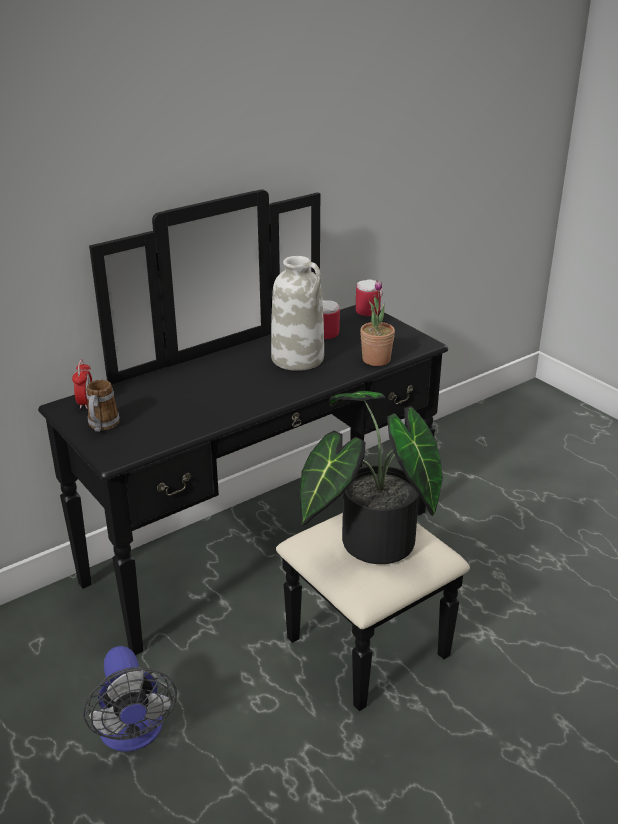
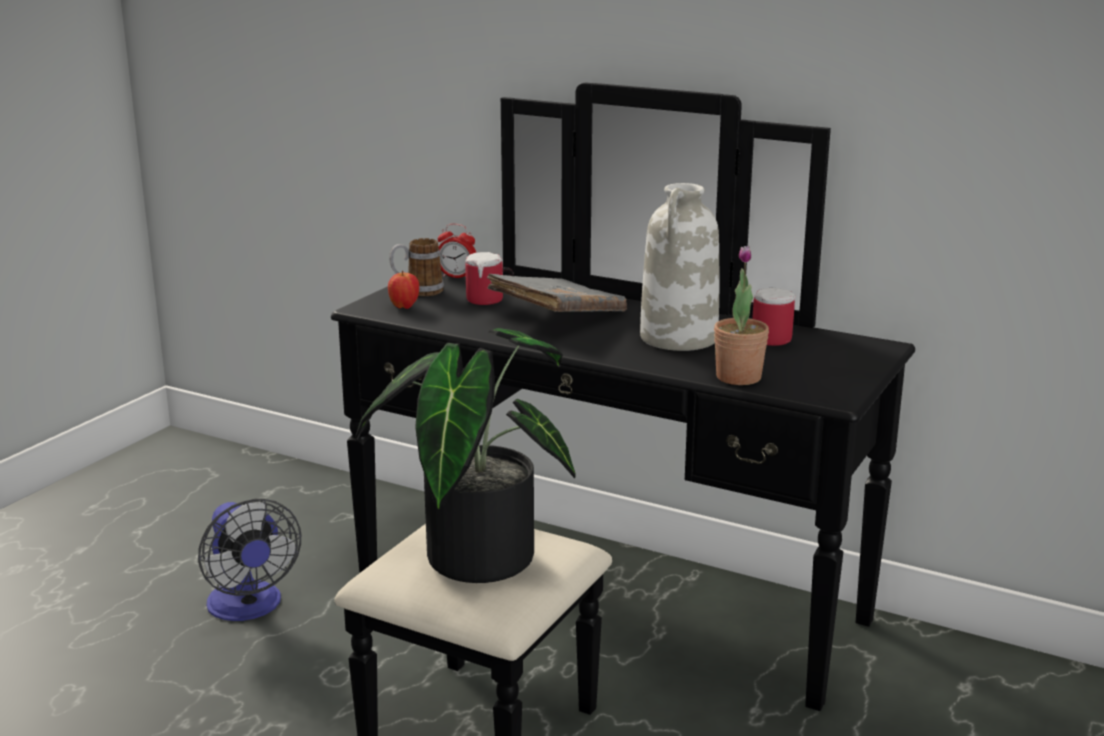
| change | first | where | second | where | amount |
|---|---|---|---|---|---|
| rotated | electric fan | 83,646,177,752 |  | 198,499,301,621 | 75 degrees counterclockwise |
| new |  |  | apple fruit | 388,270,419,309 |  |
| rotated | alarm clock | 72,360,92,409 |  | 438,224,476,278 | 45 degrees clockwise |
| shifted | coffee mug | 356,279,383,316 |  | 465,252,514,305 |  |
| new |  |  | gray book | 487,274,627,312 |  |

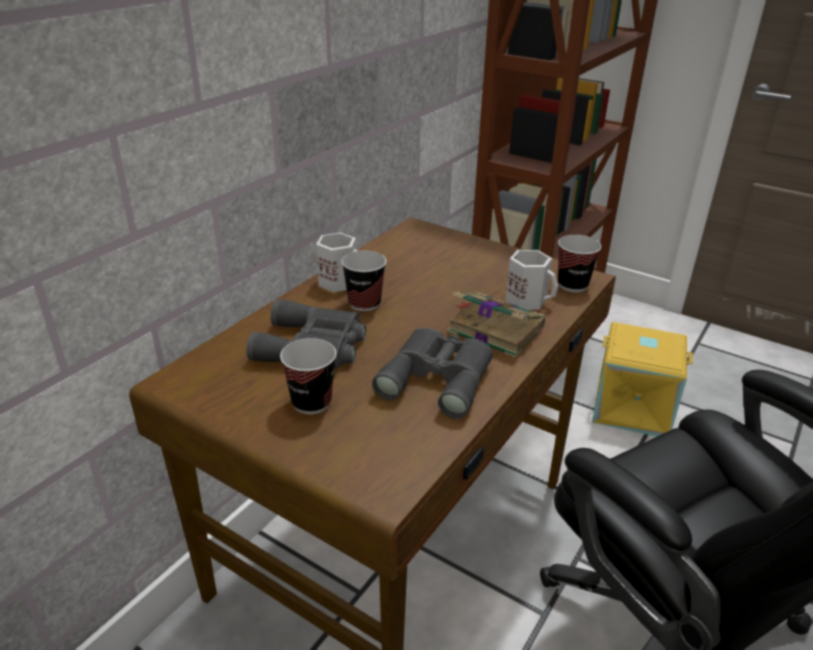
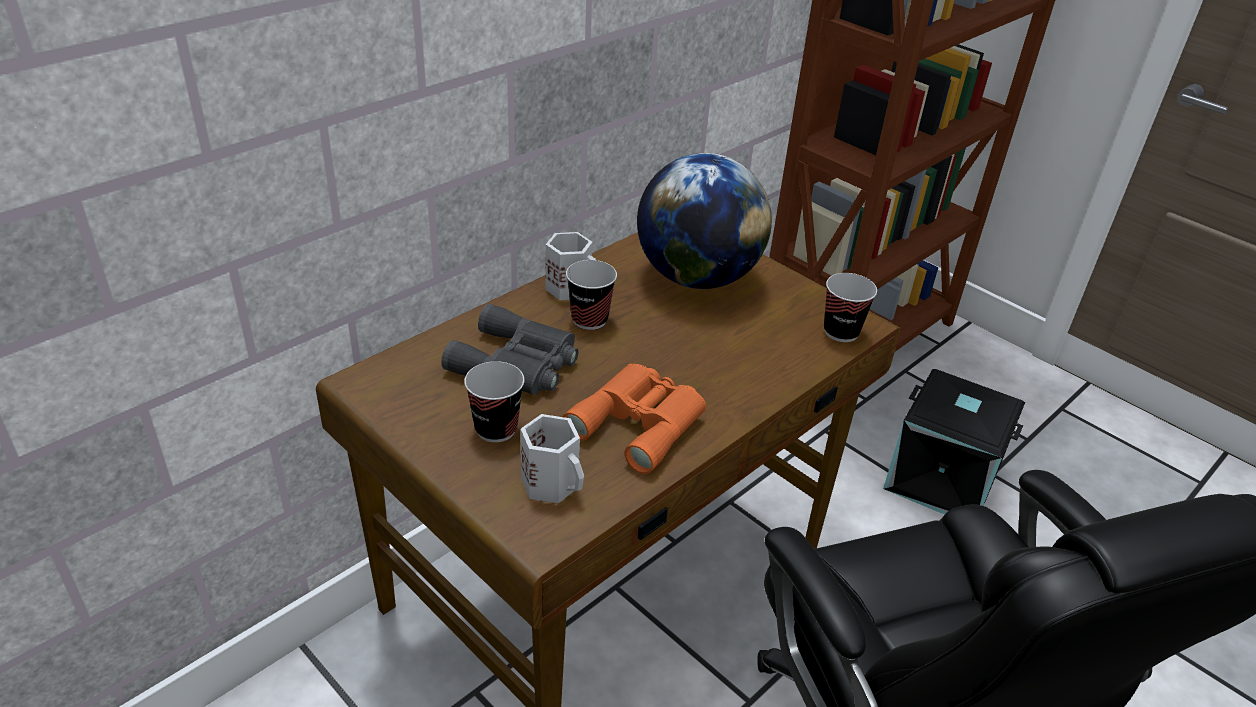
| change | first | where | second | where | amount |
|---|---|---|---|---|---|
| shifted | white-coloured coffee mug | 505,250,558,310 |  | 521,414,584,503 |  |
| repainted | gray binoculars | 372,328,493,419 | orange binoculars | 563,364,706,474 |  |
| new |  |  | world globe | 637,153,772,289 |  |
| repainted | yellow-coloured storage container | 592,322,693,436 | blackish storage container | 883,369,1025,515 |  |
| gone | book | 447,292,545,358 |  |  |  |

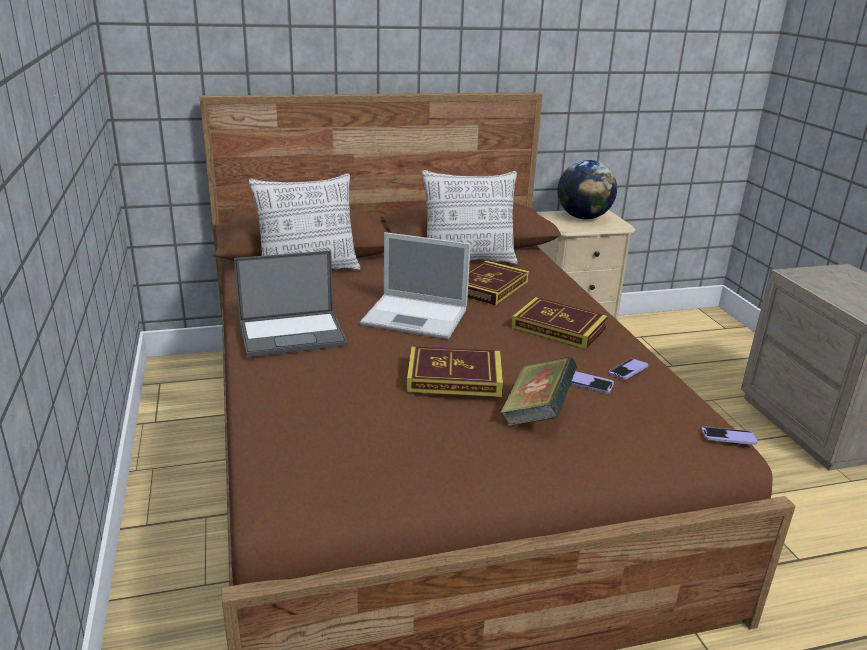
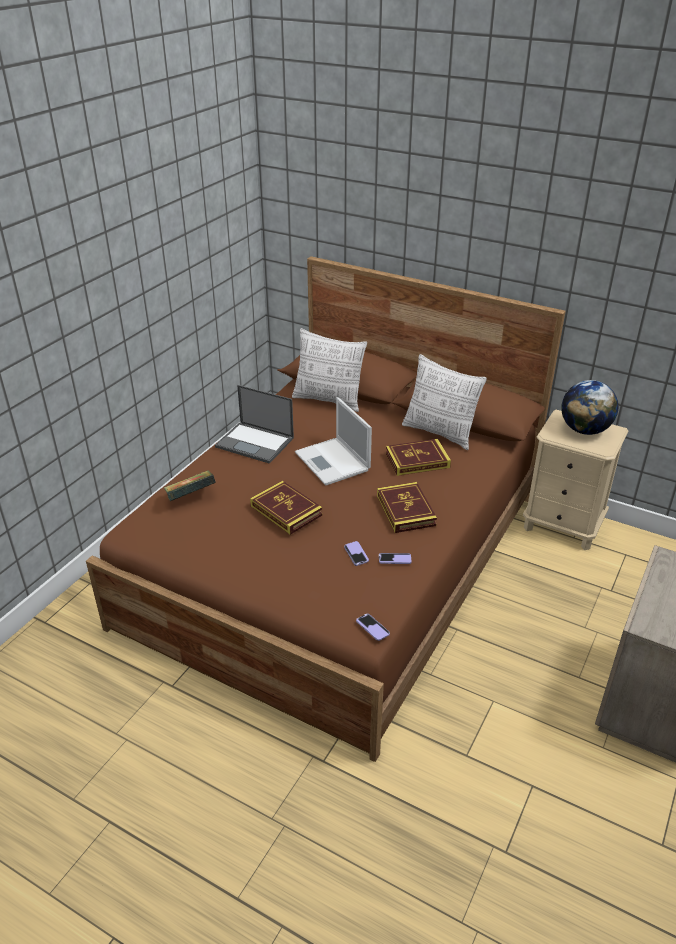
| change | first | where | second | where | amount |
|---|---|---|---|---|---|
| shifted | book | 500,357,577,427 |  | 164,471,216,501 |  |

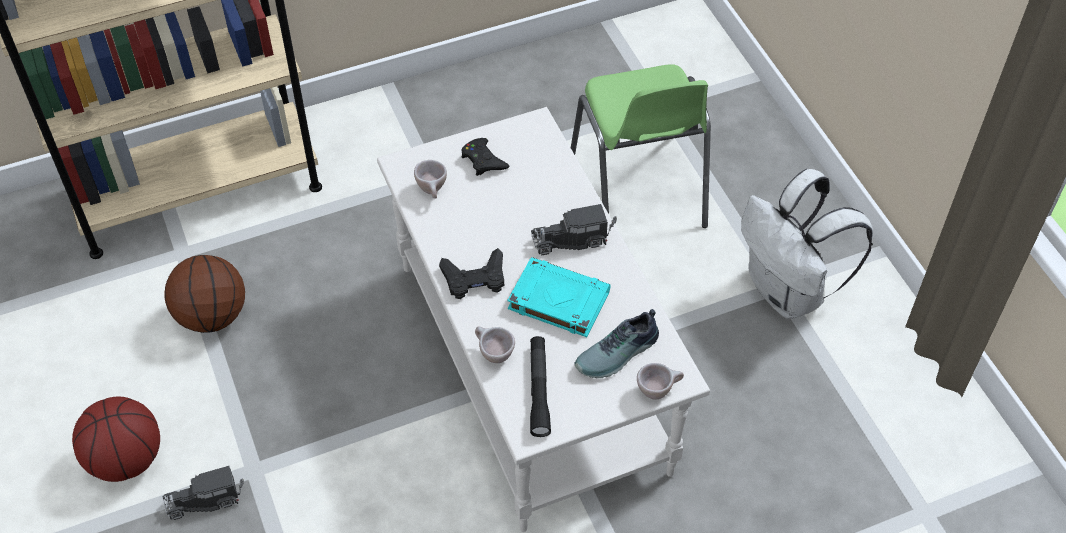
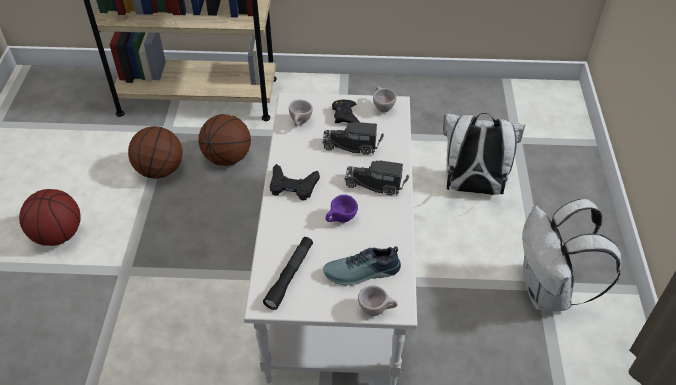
| change | first | where | second | where | amount |
|---|---|---|---|---|---|
| new |  |  | basketball | 198,114,251,166 |  |
| shifted | toy lorry | 162,466,244,520 |  | 322,122,384,155 |  |
| swapped | turquoise book | 507,257,611,337 | purple cup | 326,195,358,223 |  |
| shifted | beige-coloured cup | 475,326,515,363 |  | 373,86,397,112 |  |
| swapped | greenish upright chair | 571,64,711,228 | white-coloured knapsack | 443,113,525,195 |  |

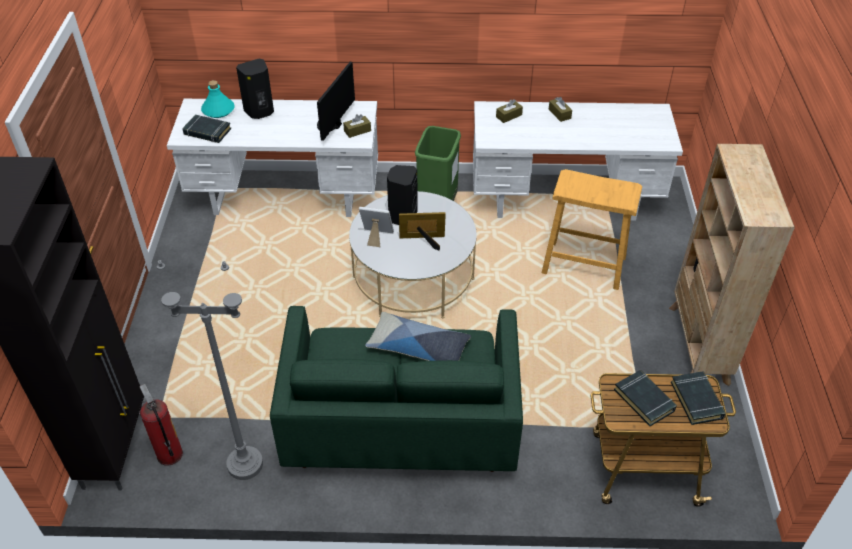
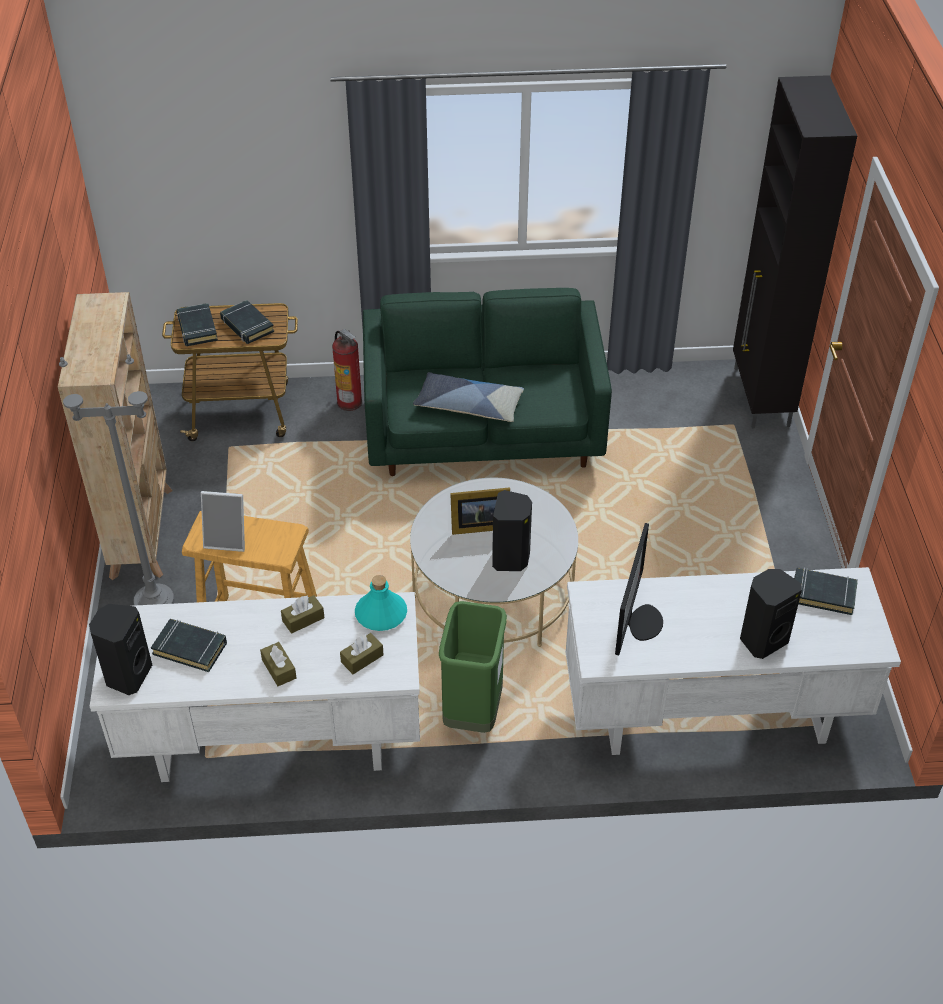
| change | first | where | second | where | amount |
|---|---|---|---|---|---|
| shifted | gray standard lamp | 157,260,263,480 |  | 59,354,175,605 |  |
| new |  |  | blackish loudspeaker | 89,604,152,695 |  |
| new |  |  | blackish book | 151,619,227,672 |  |
| shifted | standing frame | 359,207,394,247 |  | 201,491,245,552 |  |
| shifted | brownish box of tissues | 343,114,371,138 |  | 281,595,324,634 |  |
| shifted | extinguisher | 140,384,183,466 |  | 332,329,362,411 |  |
| shifted | turquoise bottle | 201,80,235,118 |  | 355,575,407,631 |  |

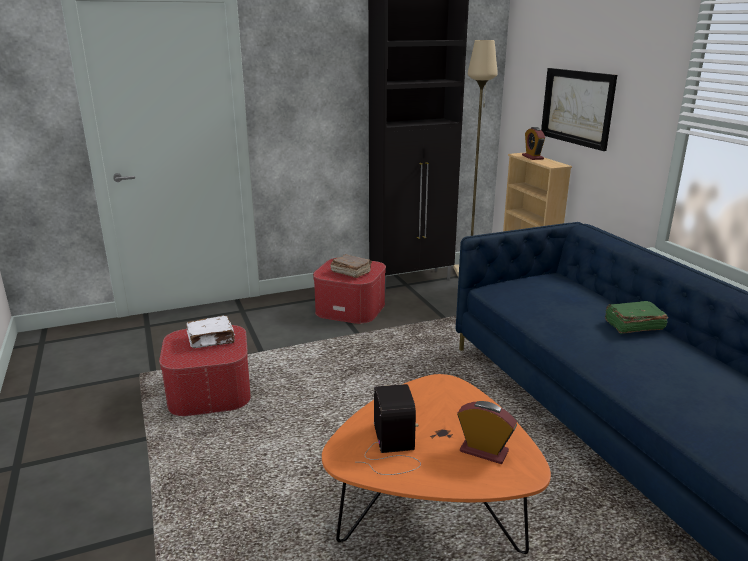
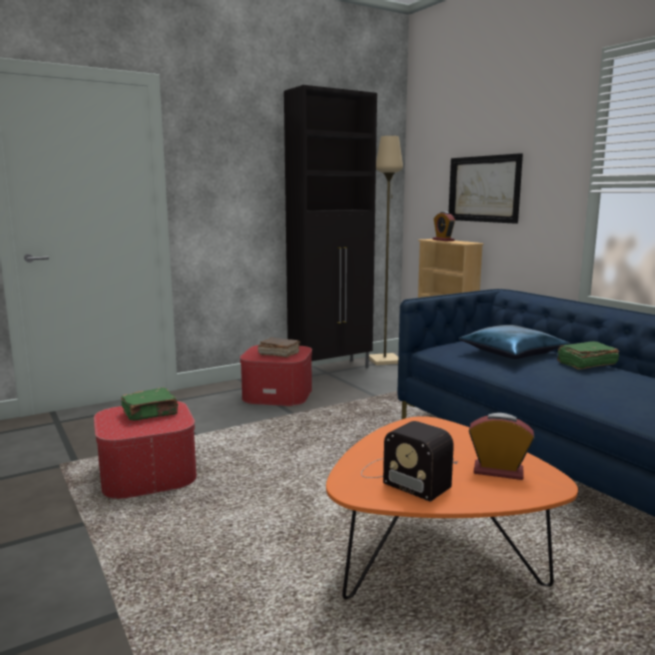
| change | first | where | second | where | amount |
|---|---|---|---|---|---|
| repainted | white-coloured book | 186,316,235,348 | greenish book | 121,388,178,421 |  |
| rotated | radio | 360,384,421,475 |  | 361,421,454,502 | 150 degrees clockwise |
| new |  |  | blue-coloured cushion | 458,325,570,359 |  |

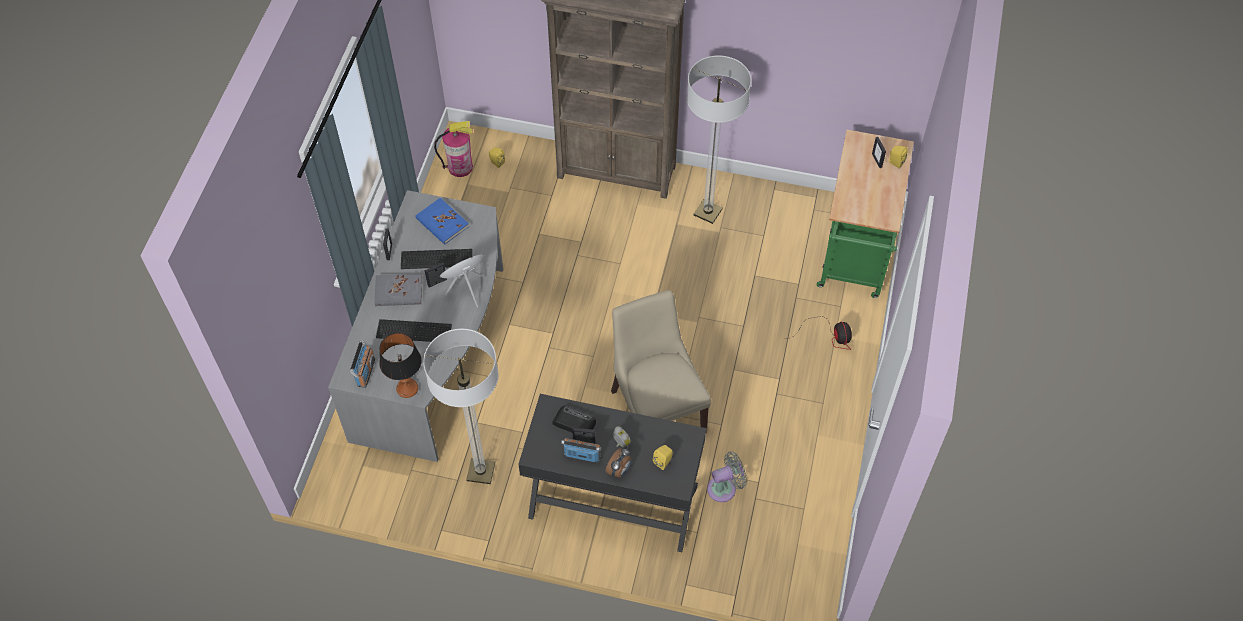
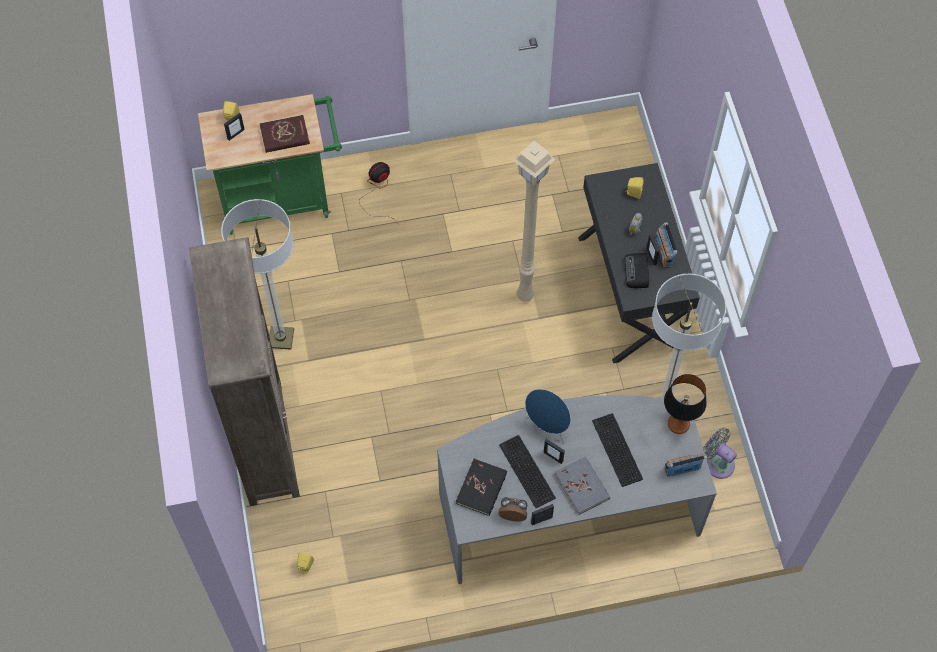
| change | first | where | second | where | amount |
|---|---|---|---|---|---|
| new |  |  | red book | 259,115,310,153 |  |
| repainted | blue-coloured book | 416,198,469,245 | blackish book | 456,459,507,516 |  |
| shifted | alarm clock | 606,448,632,478 |  | 499,497,527,521 |  |
| swapped | beige-coloured upright chair | 611,290,711,431 | beige-coloured standard lamp | 513,141,556,302 |  |
| shifted | gray electric fan | 707,452,747,502 |  | 703,428,737,479 |  |
| gone | extinguisher | 434,121,473,177 |  |  |  |

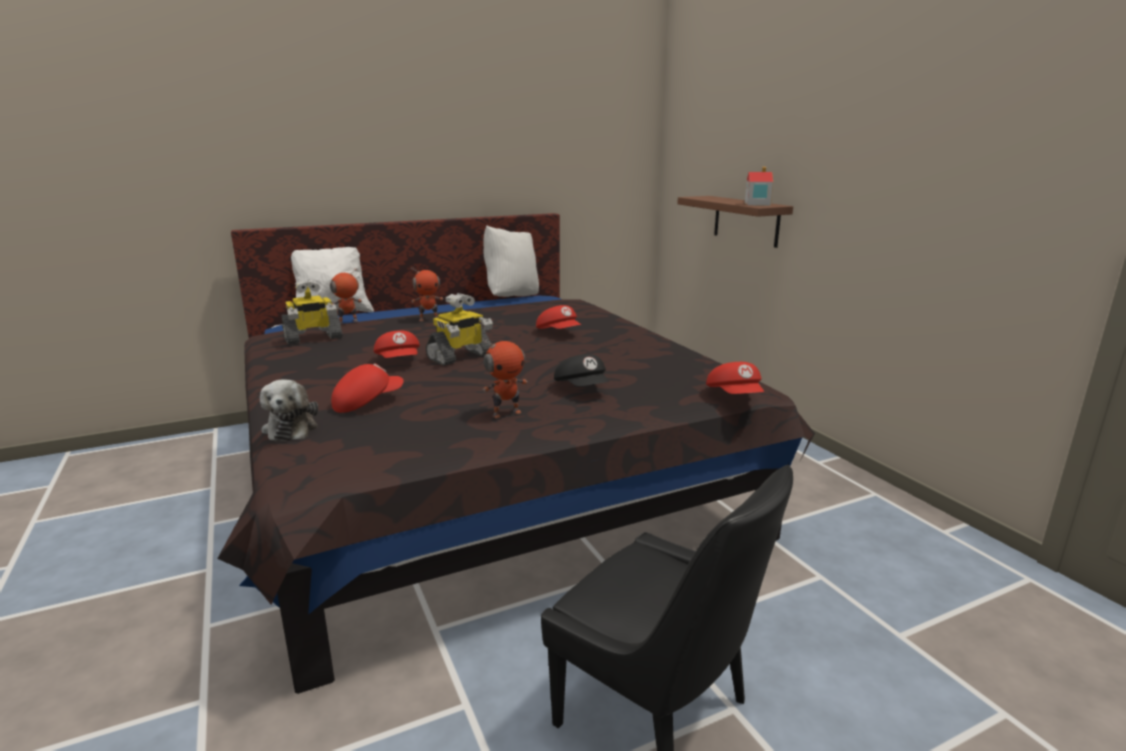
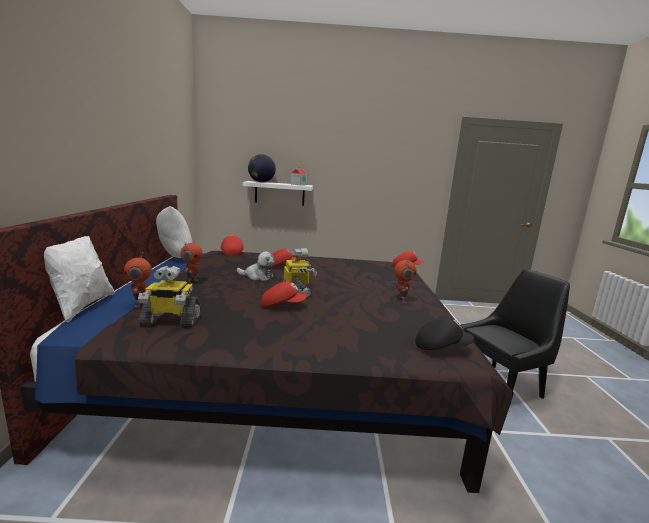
| change | first | where | second | where | amount |
|---|---|---|---|---|---|
| rotated | robot figure | 282,279,342,345 |  | 138,266,201,327 | 90 degrees clockwise |
| shifted | red baseball cap | 331,363,404,413 |  | 221,235,244,255 |  |
| shifted | soft toy | 260,379,318,442 |  | 237,251,275,281 |  |
| repainted | brownish shelf | 677,196,793,248 | white-coloured shelf | 243,181,313,206 |  |
| new |  |  | world globe | 248,154,276,182 |  |
| shifted | blackish baseball cap | 554,354,609,386 |  | 415,318,474,350 |  |

